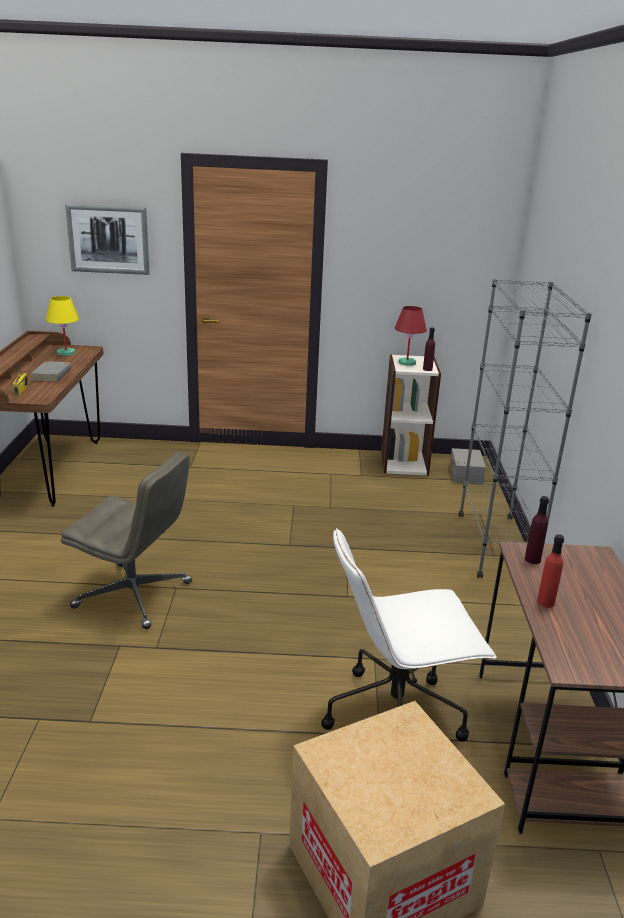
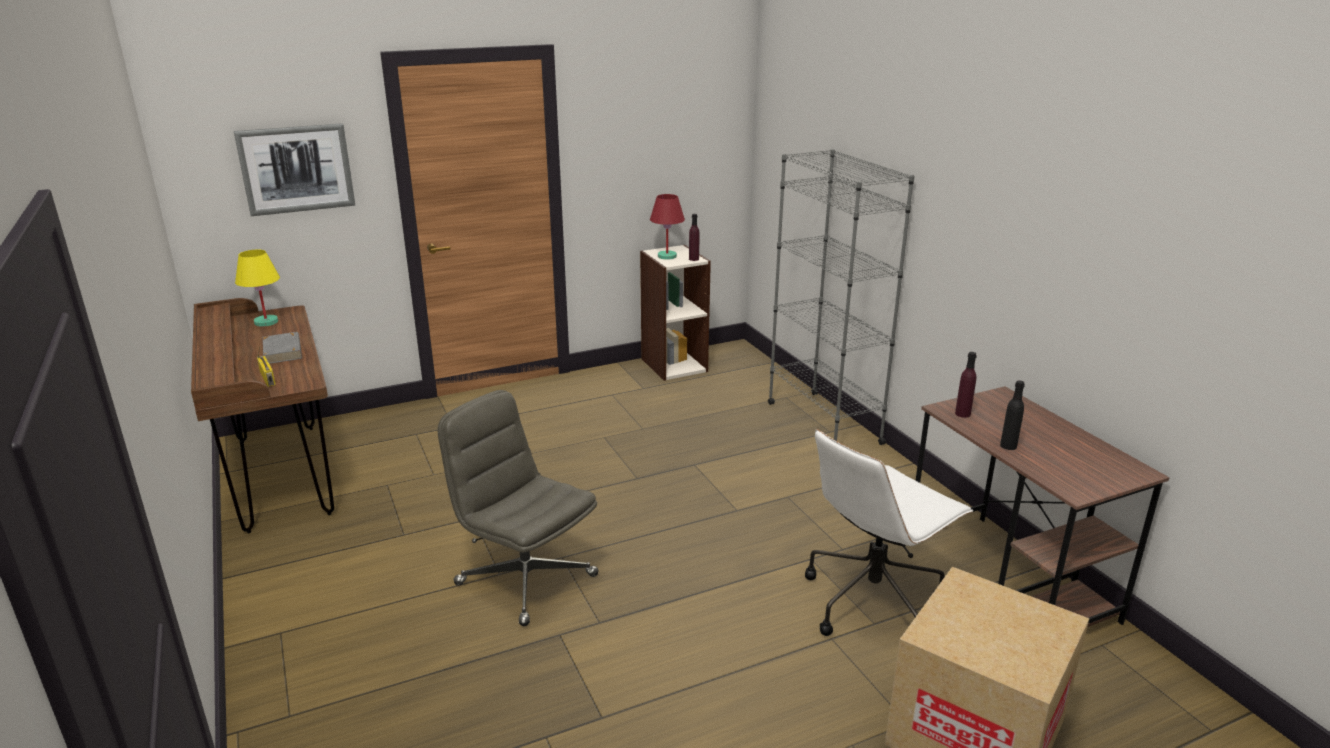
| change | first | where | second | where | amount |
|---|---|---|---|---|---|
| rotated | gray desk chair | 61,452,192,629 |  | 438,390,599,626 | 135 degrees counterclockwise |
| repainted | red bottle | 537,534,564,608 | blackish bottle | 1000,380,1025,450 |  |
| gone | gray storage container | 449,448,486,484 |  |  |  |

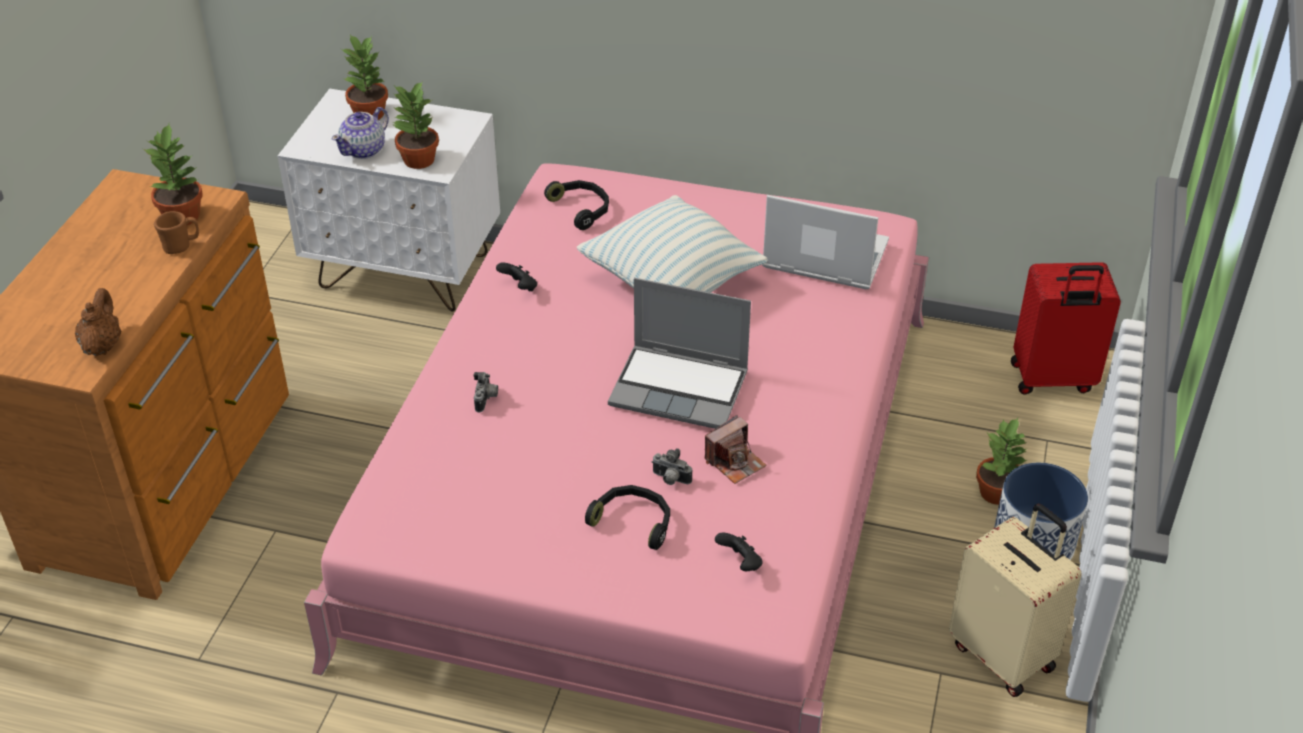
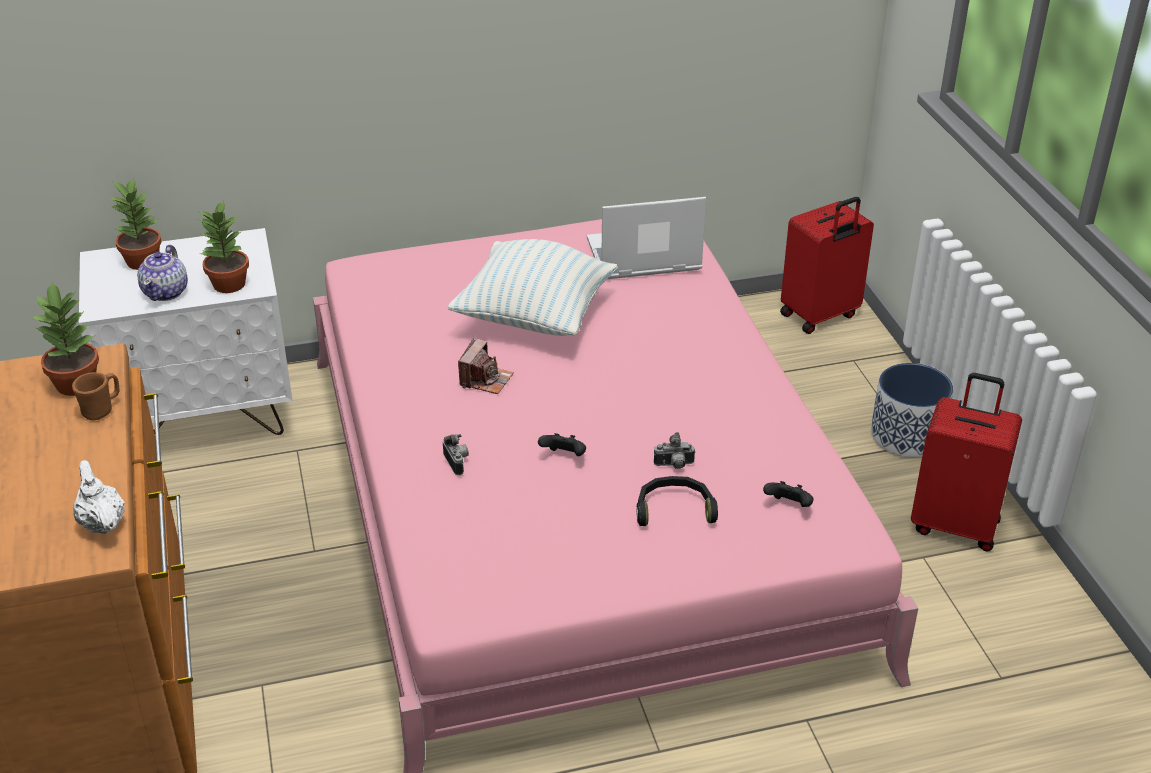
| change | first | where | second | where | amount |
|---|---|---|---|---|---|
| repainted | brownish teapot | 75,288,121,356 | white-coloured teapot | 73,460,125,534 |  |
| shifted | still camera | 705,415,766,484 |  | 458,339,514,394 |  |
| shifted | blackish gamepad | 496,262,537,291 |  | 538,433,586,456 |  |
| repainted | beige-coloured travel case | 949,504,1082,697 | red travel case | 911,373,1022,551 |  |
| gone | blackish headset | 544,180,609,230 |  |  |  |
| gone | portable computer | 608,278,751,429 |  |  |  |
| gone | potted plant | 976,418,1027,505 |  |  |  |

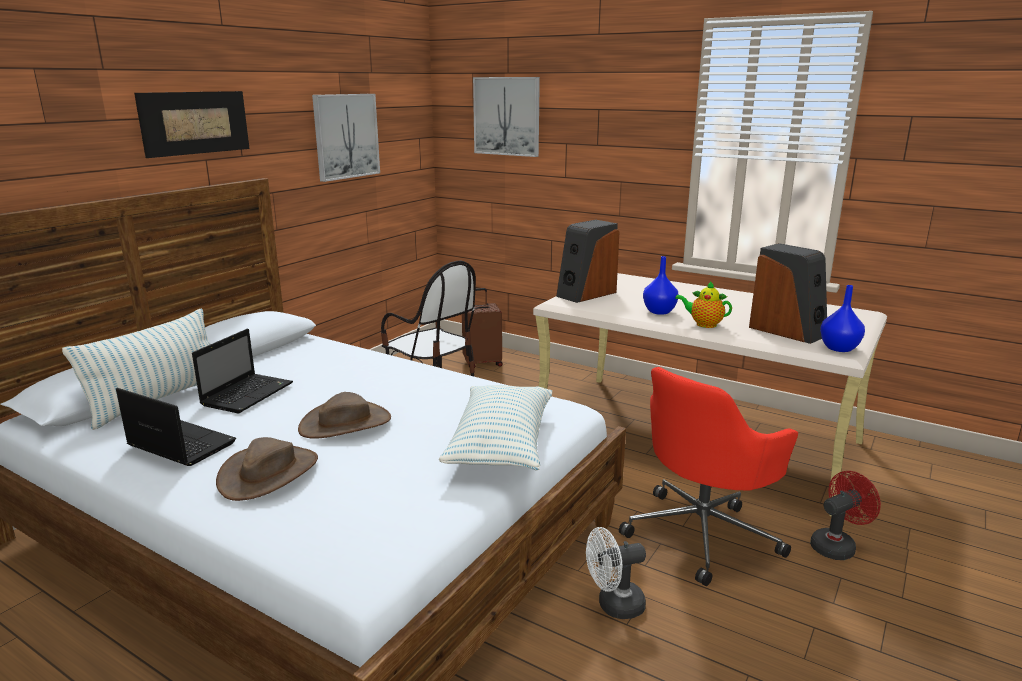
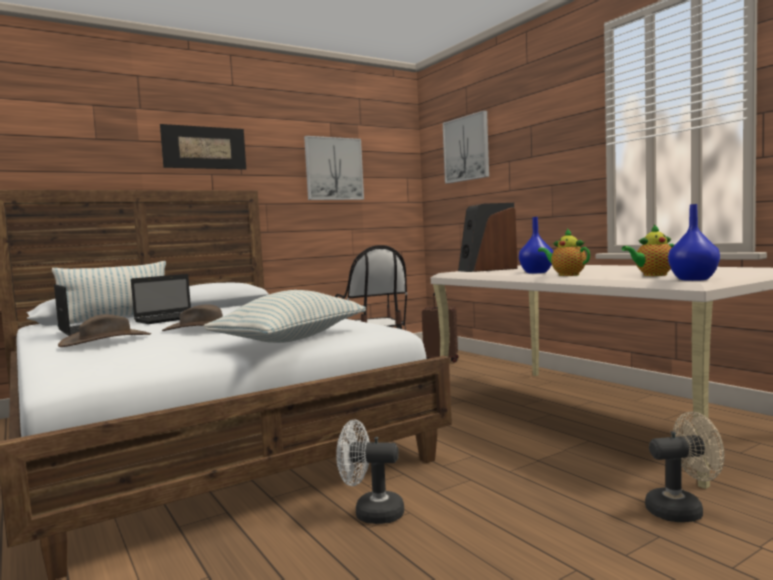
| change | first | where | second | where | amount |
|---|---|---|---|---|---|
| swapped | loudspeaker | 749,243,827,344 | teapot | 621,225,674,276 |  |
| repainted | red electric fan | 810,471,881,560 | beige-coloured electric fan | 645,412,725,522 |  |
| gone | red desk chair | 619,367,798,586 |  |  |  |

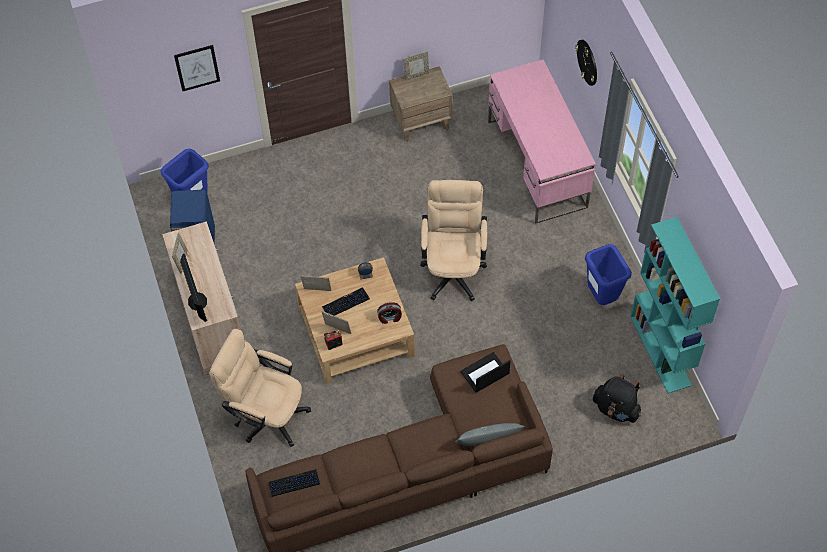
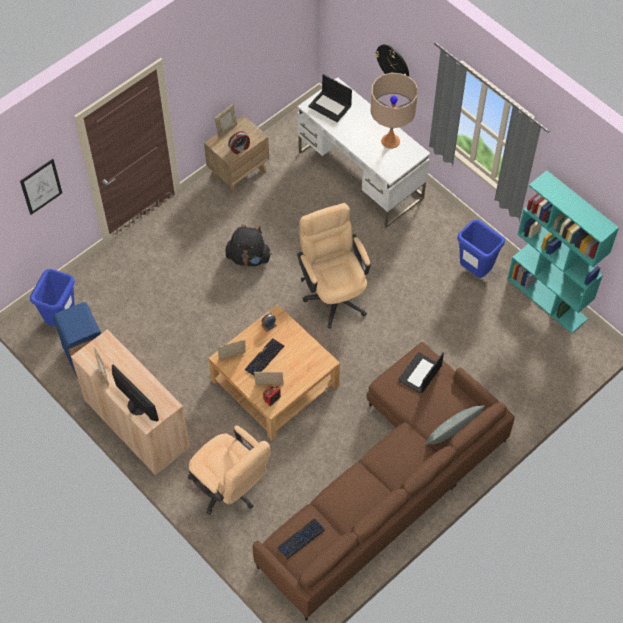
| change | first | where | second | where | amount |
|---|---|---|---|---|---|
| rotated | beige-coloured desk chair | 209,329,311,447 |  | 188,425,270,514 | 135 degrees counterclockwise |
| shifted | blackish knapsack | 593,374,641,423 |  | 225,224,271,266 |  |
| shifted | alarm clock | 377,302,402,324 |  | 228,131,250,154 |  |
| repainted | pinkish desk table | 488,59,596,224 | white-coloured desk table | 298,77,430,228 |  |
| new |  |  | portable computer | 308,74,352,122 |  |
| new |  |  | beige-coloured table lamp | 370,73,418,149 |  |

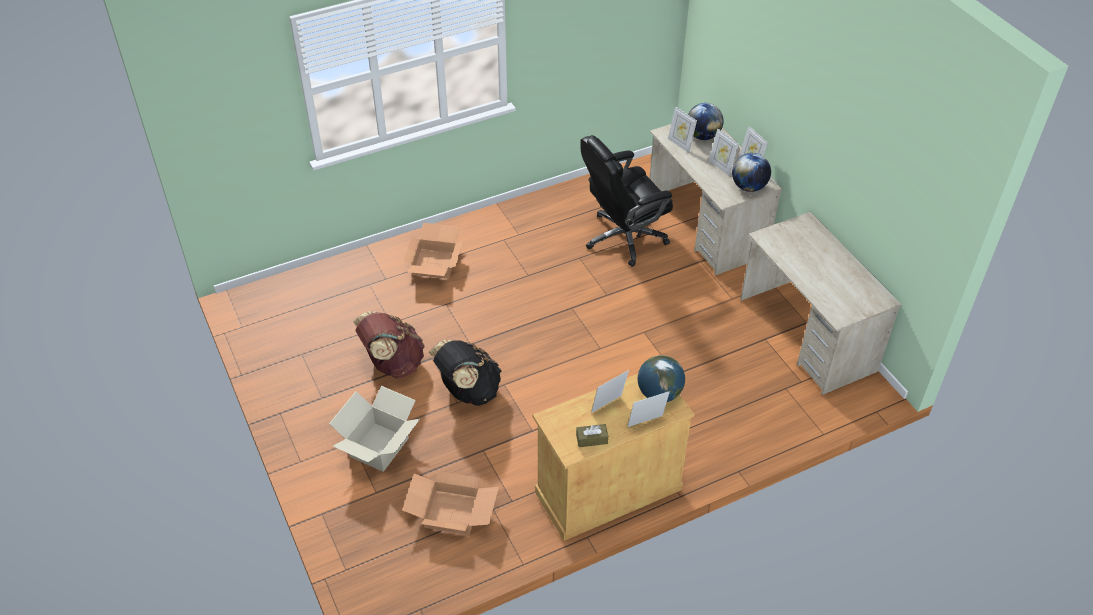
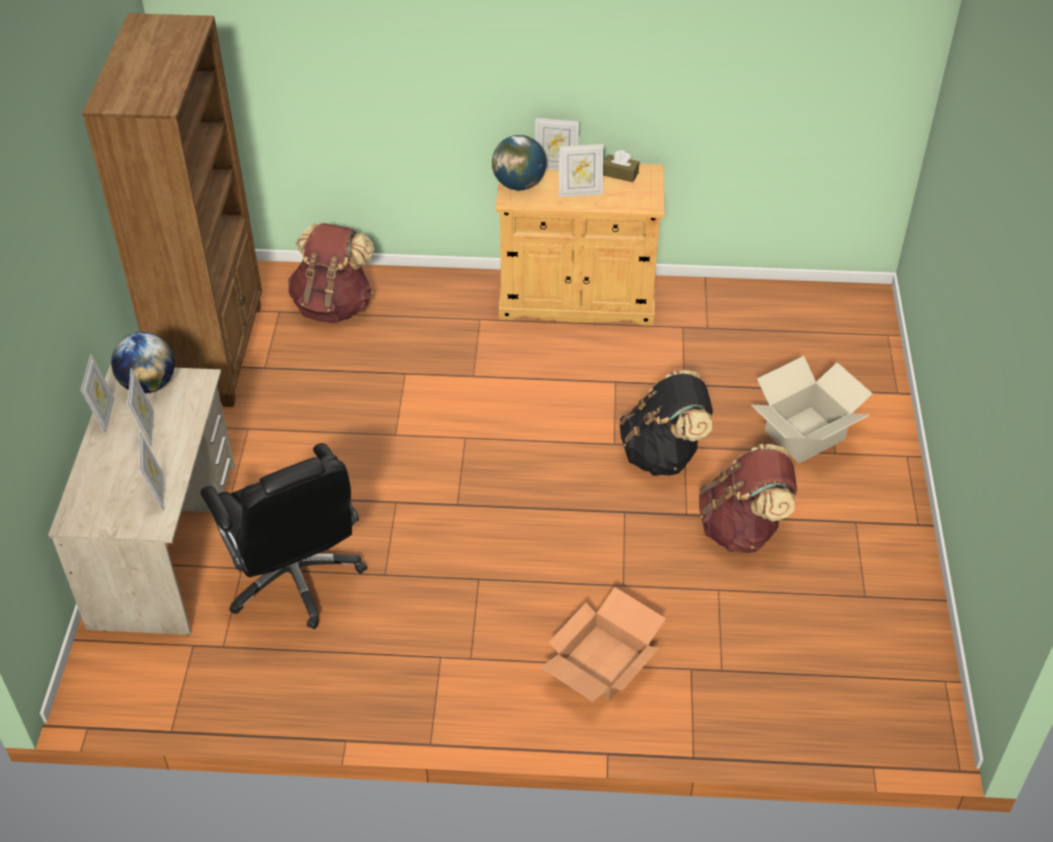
| change | first | where | second | where | amount |
|---|---|---|---|---|---|
| swapped | beige-coloured desk table | 741,212,902,395 | brownish shelving unit | 82,13,262,407 |  |
| rotated | blackish desk chair | 580,135,673,267 |  | 200,443,367,629 | 60 degrees clockwise |
| new |  |  | brownish knapsack | 288,223,374,323 |  |
| gone | cardboard box | 402,471,499,535 |  |  |  |
| gone | world globe | 688,103,724,140 |  |  |  |

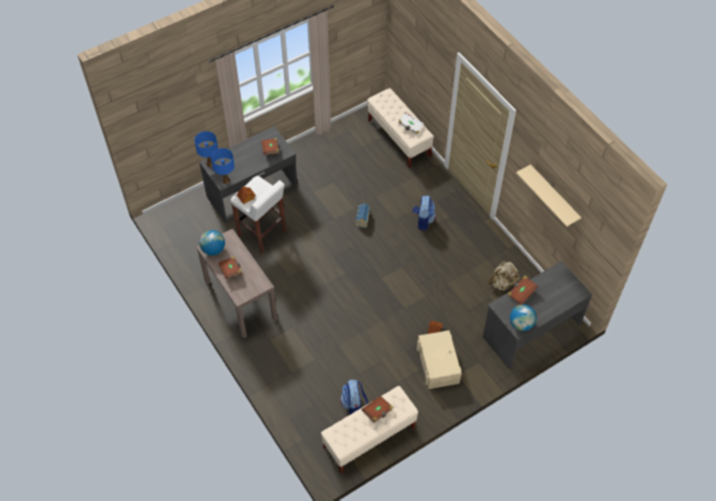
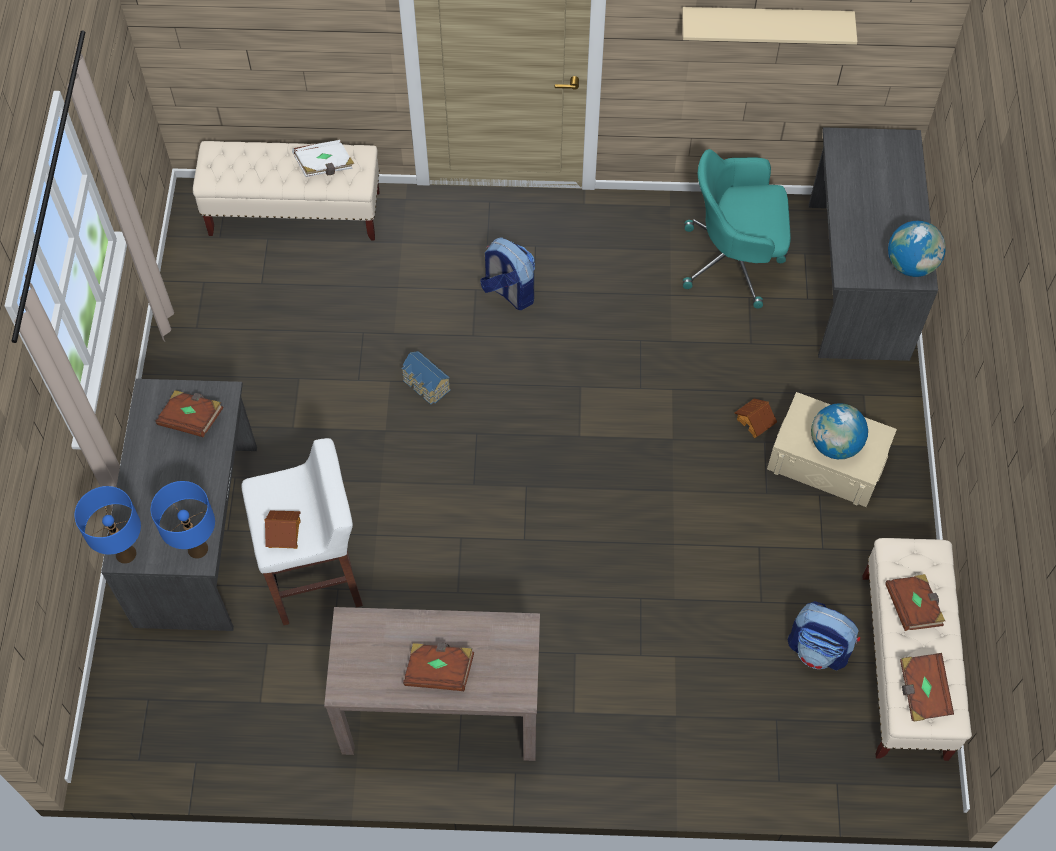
| change | first | where | second | where | amount |
|---|---|---|---|---|---|
| swapped | beige-coloured knapsack | 488,260,520,291 | turquoise desk chair | 683,149,791,309 |  |
| shifted | world globe | 199,230,225,256 |  | 811,403,868,459 |  |
| shifted | brownish book | 508,275,538,305 |  | 900,653,954,721 |  |

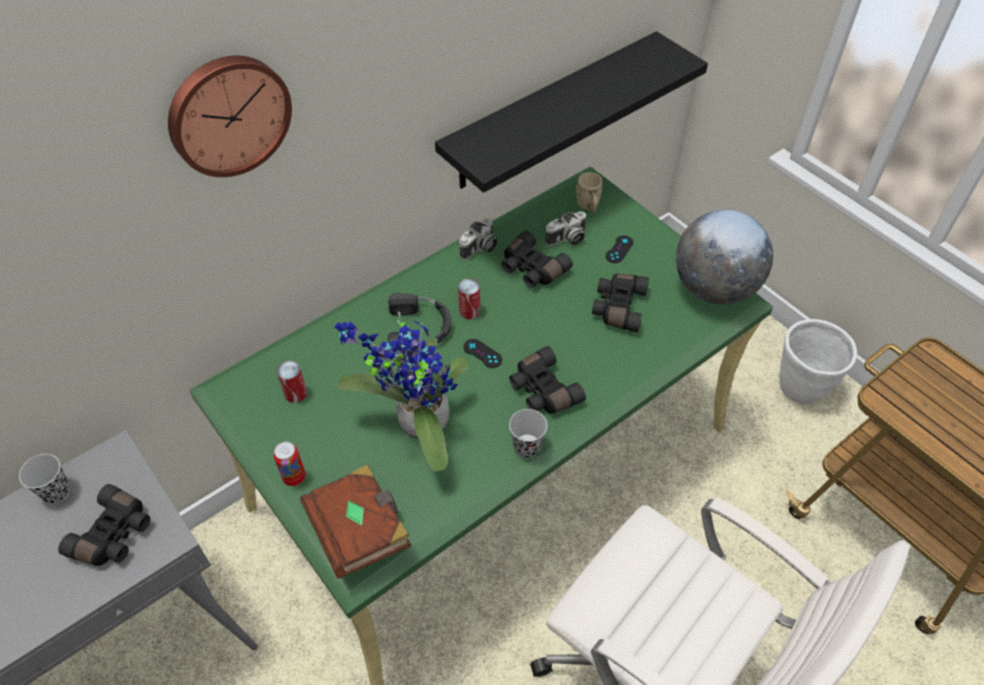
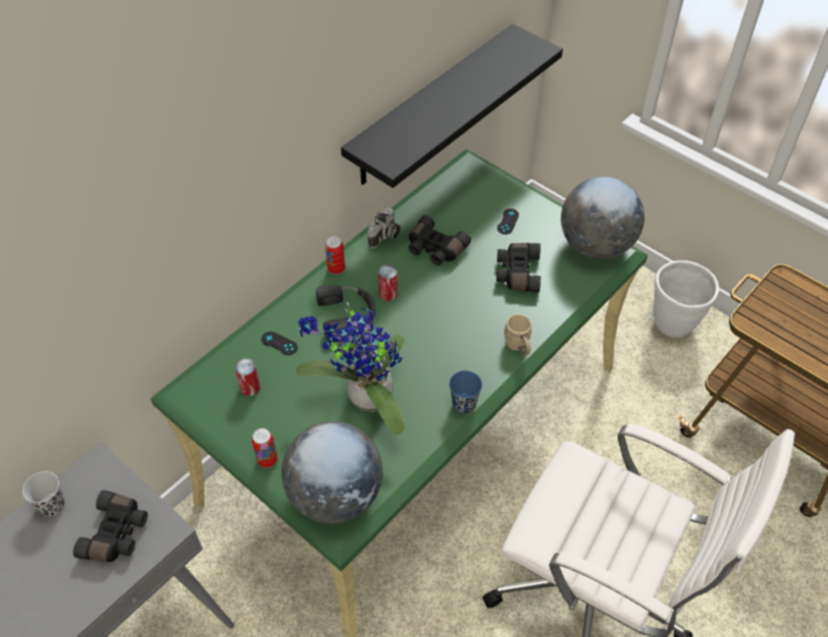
| change | first | where | second | where | amount |
|---|---|---|---|---|---|
| shifted | blackish gamepad | 463,339,502,368 |  | 261,332,298,355 |  |
| swapped | brownish book | 300,465,411,579 | world globe | 281,421,383,524 |  |
| new |  |  | can | 325,236,345,274 |  |
| repainted | blackish cup | 509,409,548,458 | blue-coloured cup | 449,371,482,414 |  |
| shifted | beige-coloured coffee mug | 576,172,602,212 |  | 504,314,532,355 |  |
| gone | clock on the wall | 168,56,292,177 |  |  |  |
| gone | blackish binoculars | 509,346,586,414 |  |  |  |
| gone | still camera | 545,211,586,246 |  |  |  |

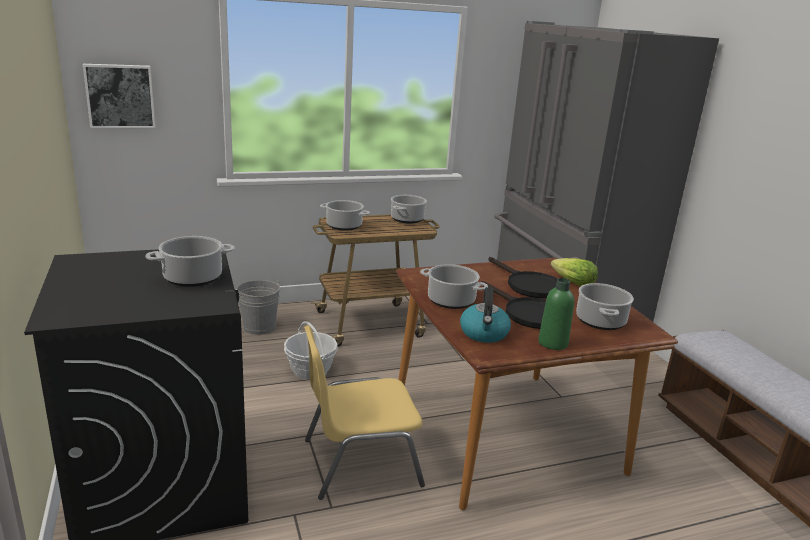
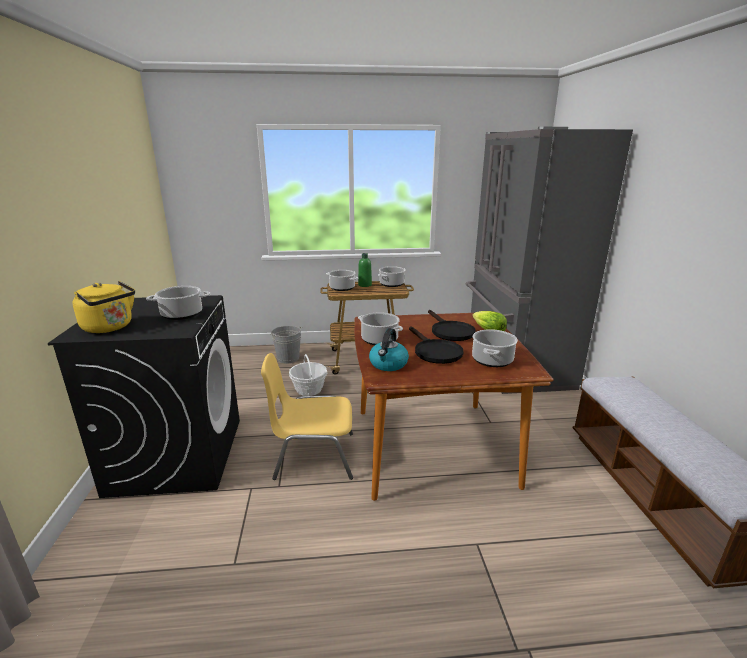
| change | first | where | second | where | amount |
|---|---|---|---|---|---|
| new |  |  | yellow-coloured kettle | 73,281,135,333 |  |
| shifted | greenish bottle | 538,278,574,350 |  | 358,253,372,287 |  |
| gone | wall art | 83,64,156,128 |  |  |  |

